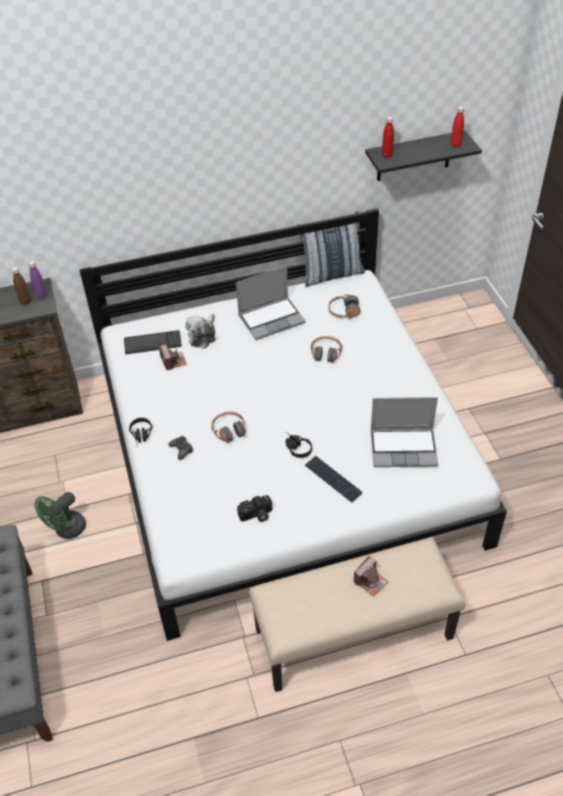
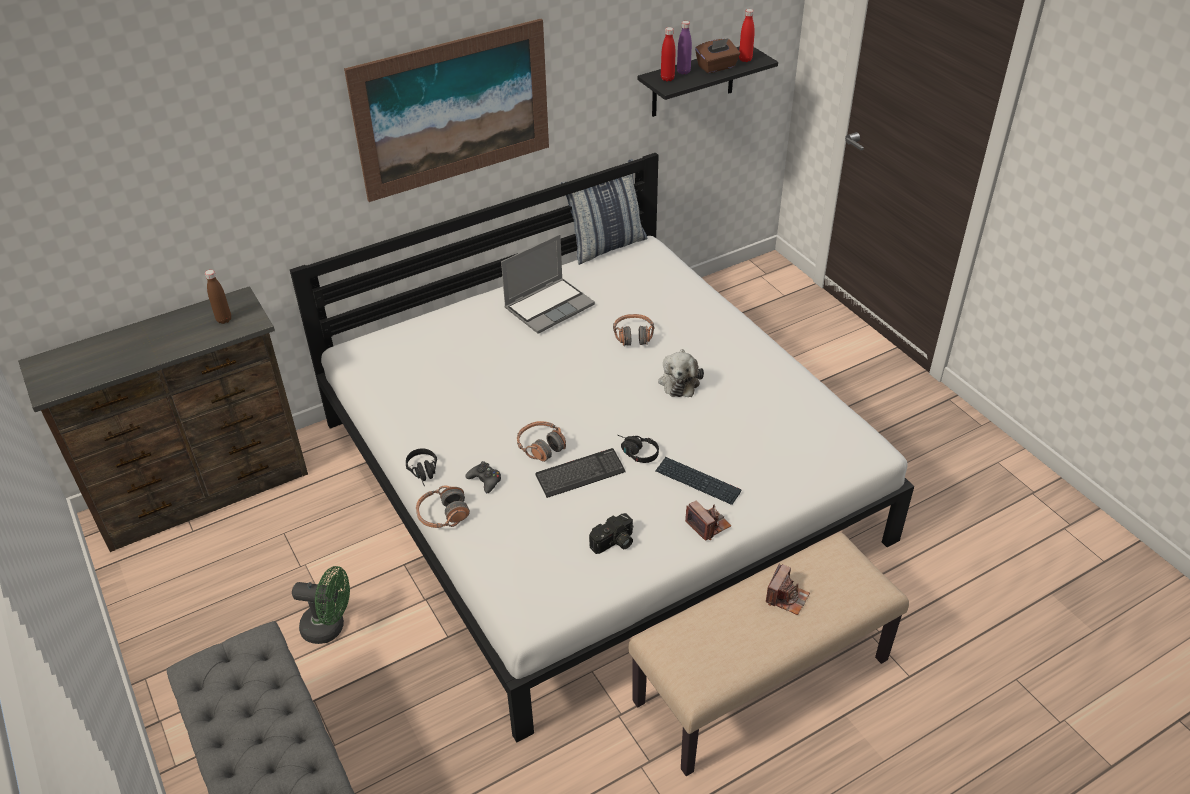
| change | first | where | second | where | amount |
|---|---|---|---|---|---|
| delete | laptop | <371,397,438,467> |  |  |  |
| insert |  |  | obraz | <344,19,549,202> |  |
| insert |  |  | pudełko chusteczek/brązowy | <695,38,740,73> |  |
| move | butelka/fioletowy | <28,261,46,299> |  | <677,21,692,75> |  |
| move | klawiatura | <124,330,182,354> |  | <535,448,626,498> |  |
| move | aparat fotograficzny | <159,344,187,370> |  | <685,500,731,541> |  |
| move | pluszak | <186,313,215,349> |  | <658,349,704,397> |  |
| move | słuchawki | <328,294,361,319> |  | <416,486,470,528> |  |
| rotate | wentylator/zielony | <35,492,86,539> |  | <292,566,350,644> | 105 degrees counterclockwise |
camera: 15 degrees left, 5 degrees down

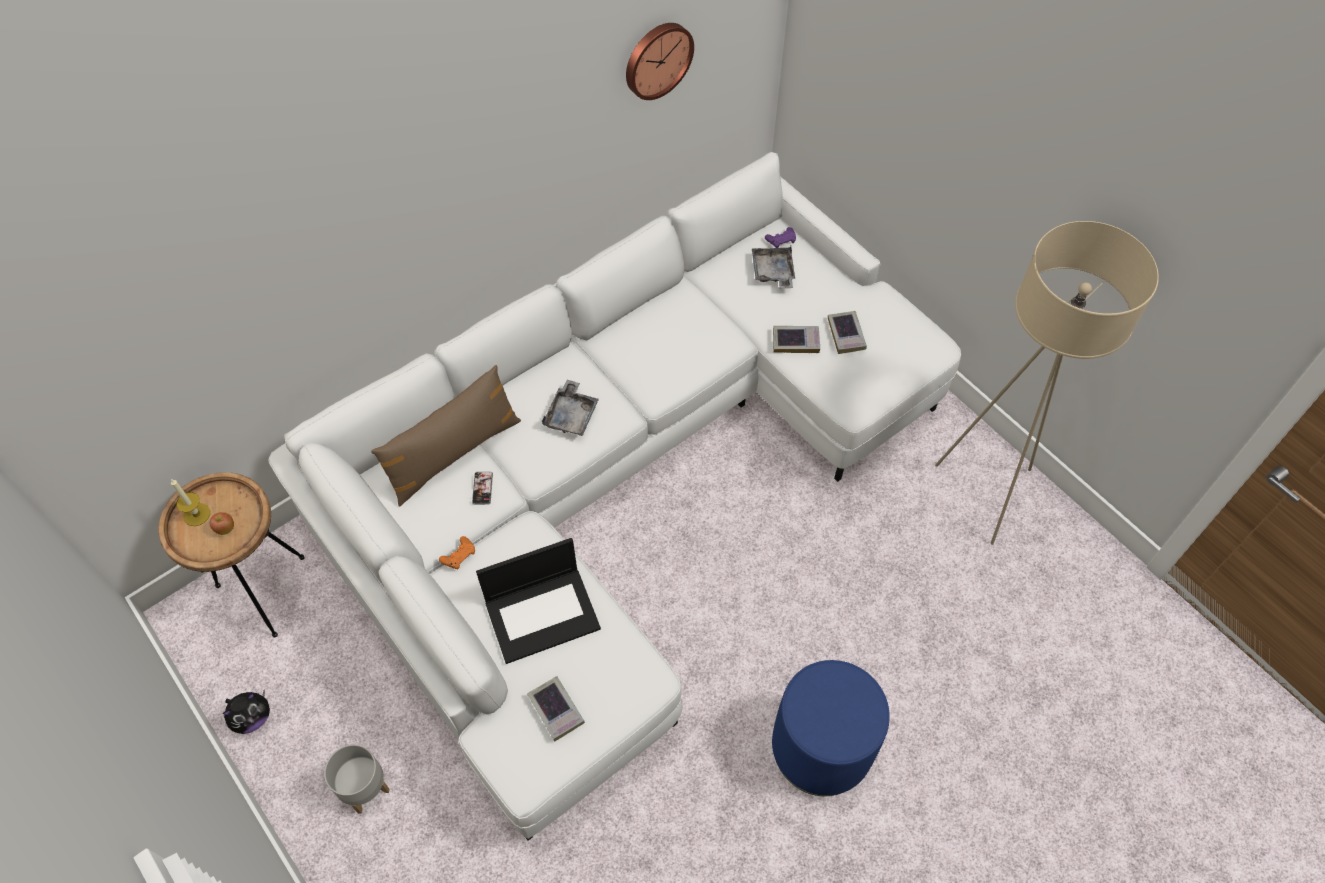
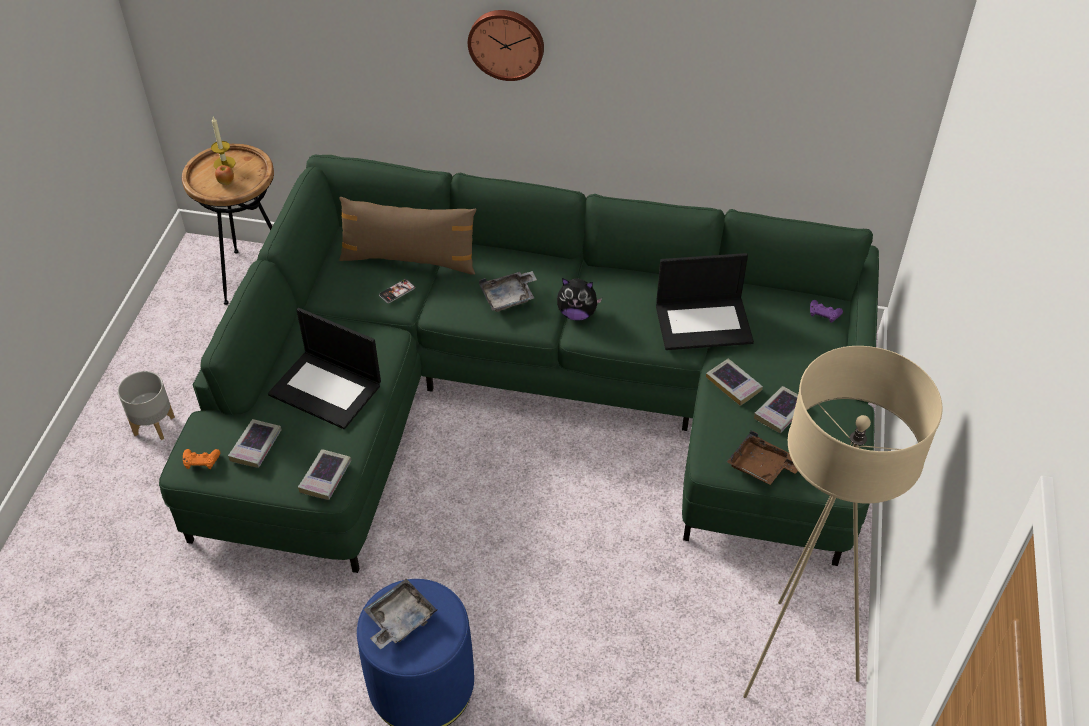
| change | first | where | second | where | amount |
|---|---|---|---|---|---|
| insert |  |  | książka | <298,449,352,500> |  |
| insert |  |  | laptop | <656,253,754,350> |  |
| insert |  |  | taca/brązowy | <727,430,798,485> |  |
| move | pluszak | <223,690,270,734> |  | <557,278,602,320> |  |
| move | pad do gier/pomarańczowy | <439,536,475,569> |  | <183,449,220,469> |  |
| move | zegar ścienny | <626,23,694,100> |  | <468,10,544,81> |  |
| move | taca/szary | <752,246,795,289> |  | <363,579,437,649> |  |
| recolor | kanapa/biały | <268,152,961,841> | kanapa/zielony | <159,155,879,573> |  |
camera: 50 degrees right, 10 degrees down

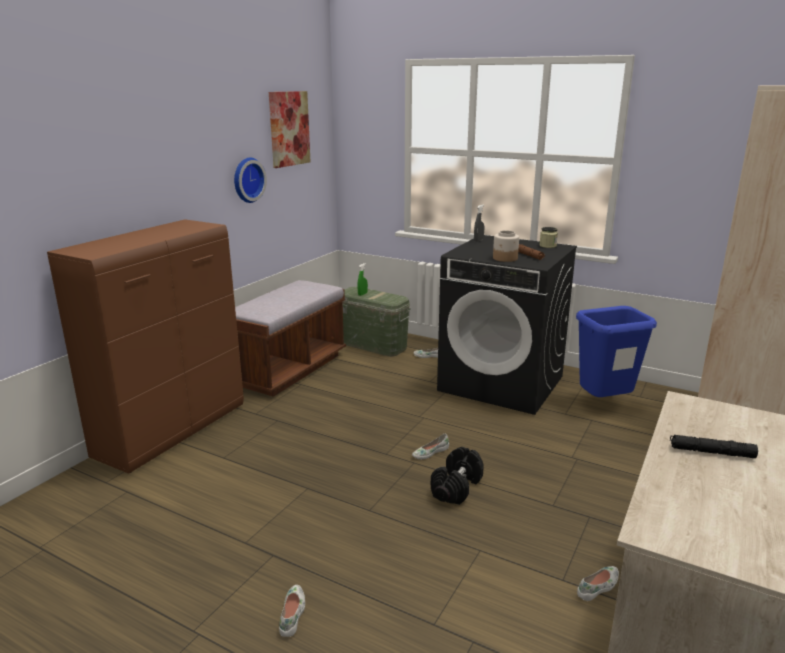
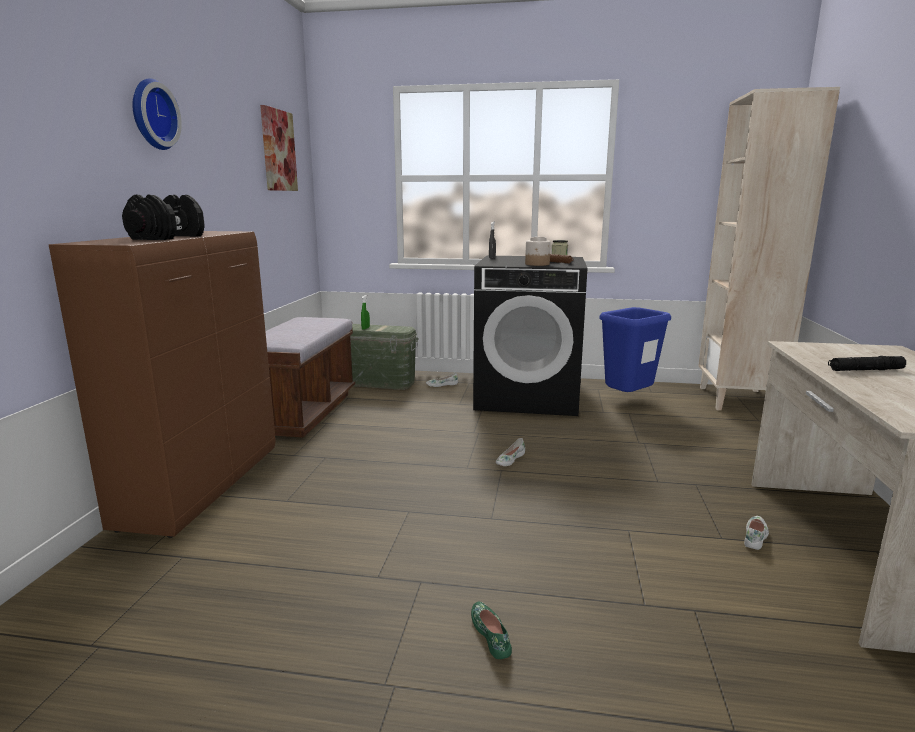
| change | first | where | second | where | amount |
|---|---|---|---|---|---|
| move | zegar ścienny | <234,158,267,203> |  | <132,78,182,150> |  |
| move | hantel/czarny | <431,447,484,505> |  | <122,195,205,240> |  |
| recolor | but/biały | <279,585,305,637> | but/zielony | <471,602,512,659> |  |
camera: 20 degrees left, 5 degrees down

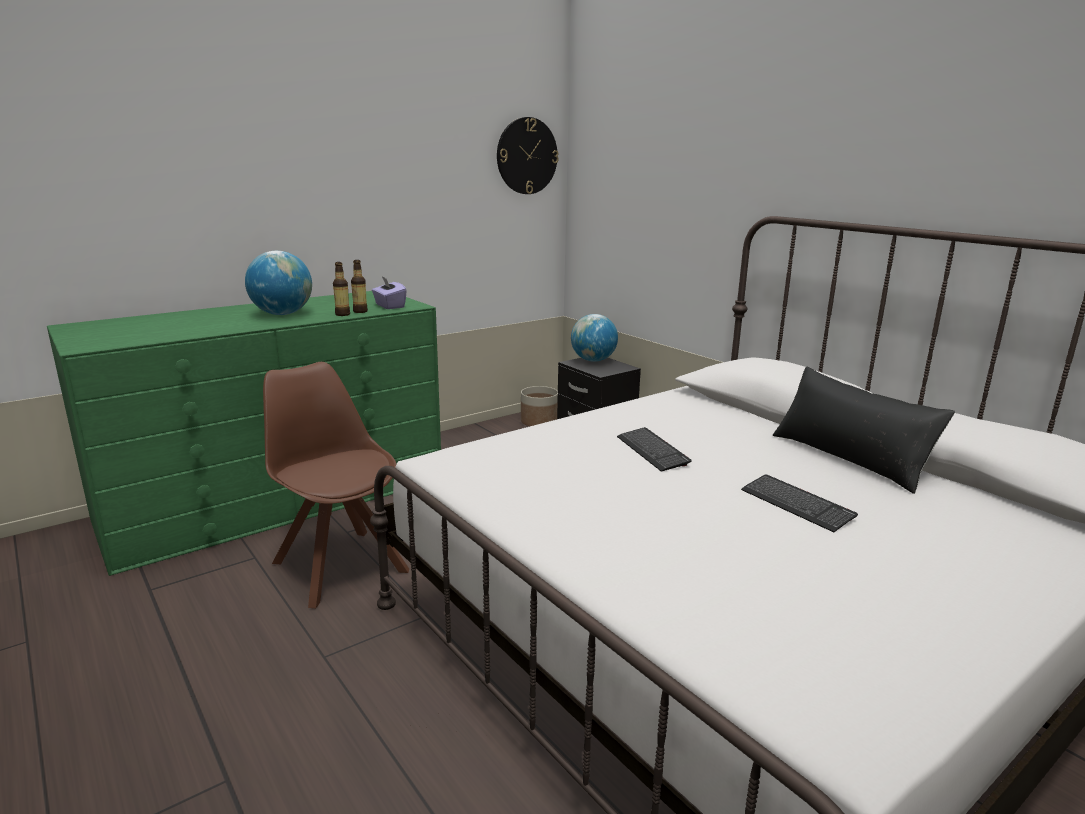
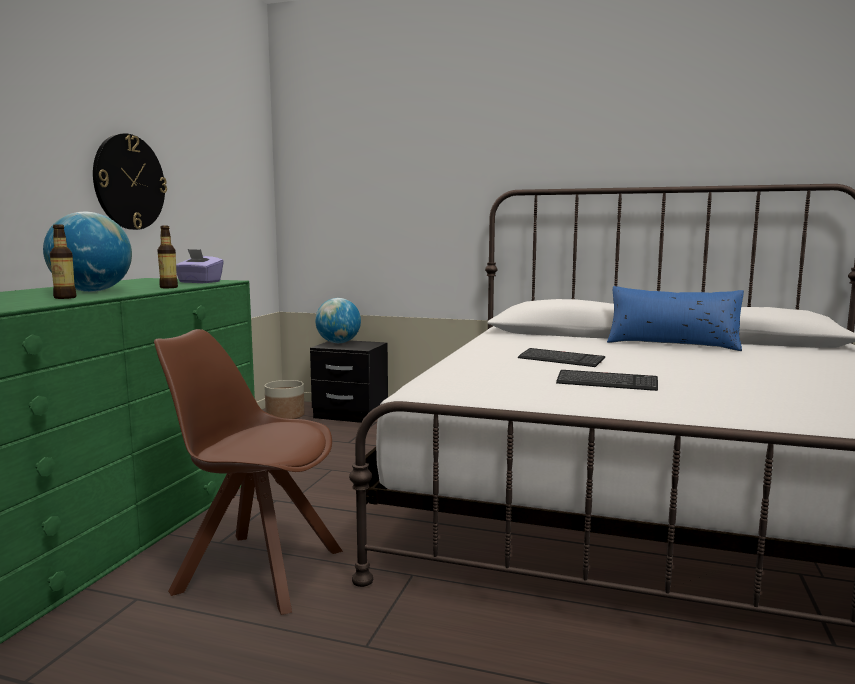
| change | first | where | second | where | amount |
|---|---|---|---|---|---|
| move | butelka | <351,260,368,313> |  | <50,224,77,299> |  |
| move | zegar ścienny | <497,117,559,194> |  | <93,133,167,230> |  |
| move | klawiatura | <741,474,858,532> |  | <556,370,658,391> |  |
| recolor | poduszka/czarny | <773,367,955,494> | poduszka/niebieski | <607,286,744,351> |  |
camera: 35 degrees left, 10 degrees down

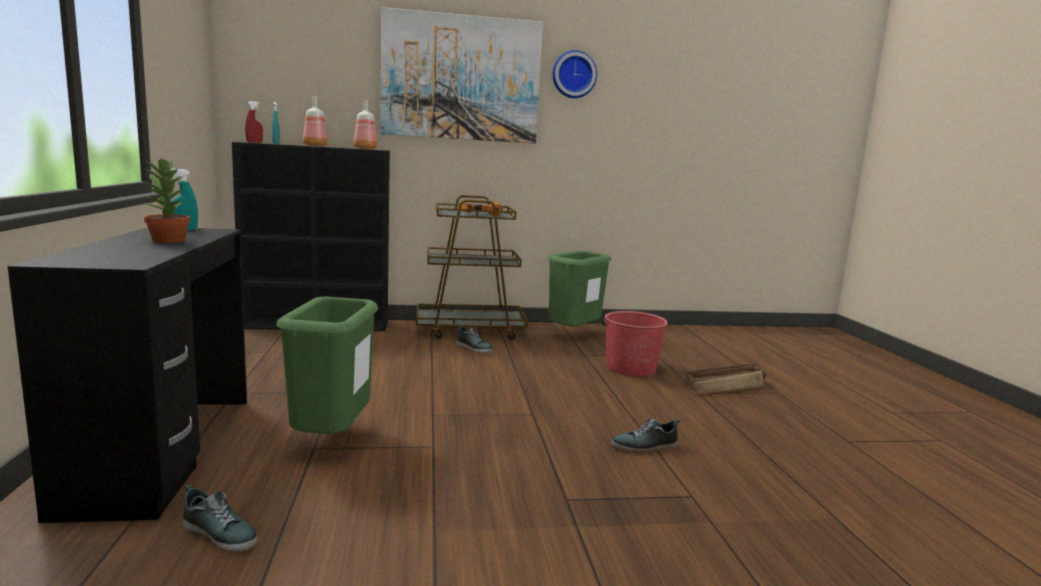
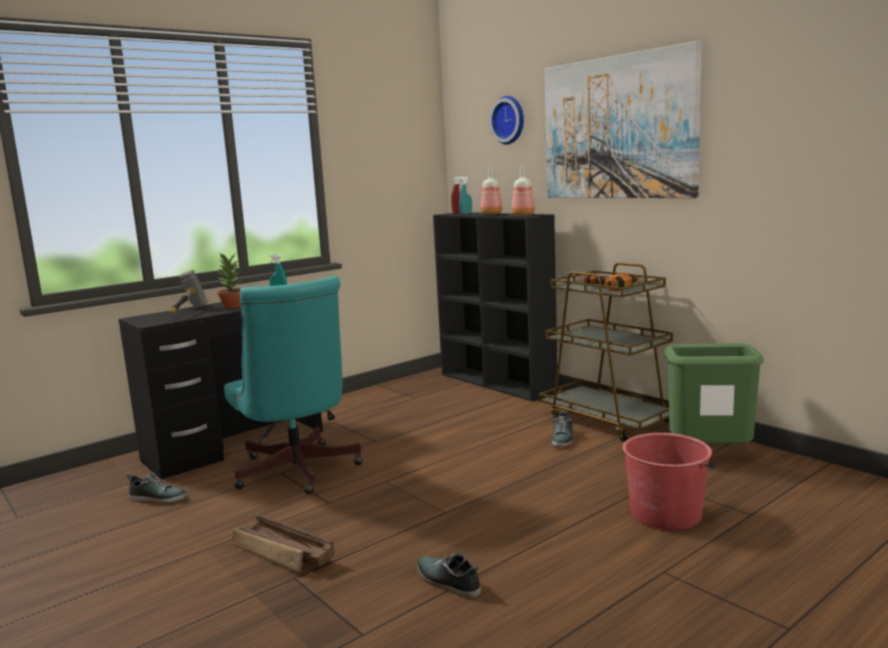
| change | first | where | second | where | amount |
|---|---|---|---|---|---|
| insert |  |  | młotek | <169,270,208,314> |  |
| move | zegar ścienny | <552,50,597,98> |  | <489,96,524,145> |  |
| move | skrzynka | <685,363,767,394> |  | <232,515,335,573> |  |
| replace | kosz na śmieci/zielony | <276,297,378,434> | krzesło biurowe/turkusowy | <224,276,363,494> |  |
| rotate | but | <183,484,258,552> |  | <127,473,187,503> | 75 degrees counterclockwise |
camera: 60 degrees right, 0 degrees up

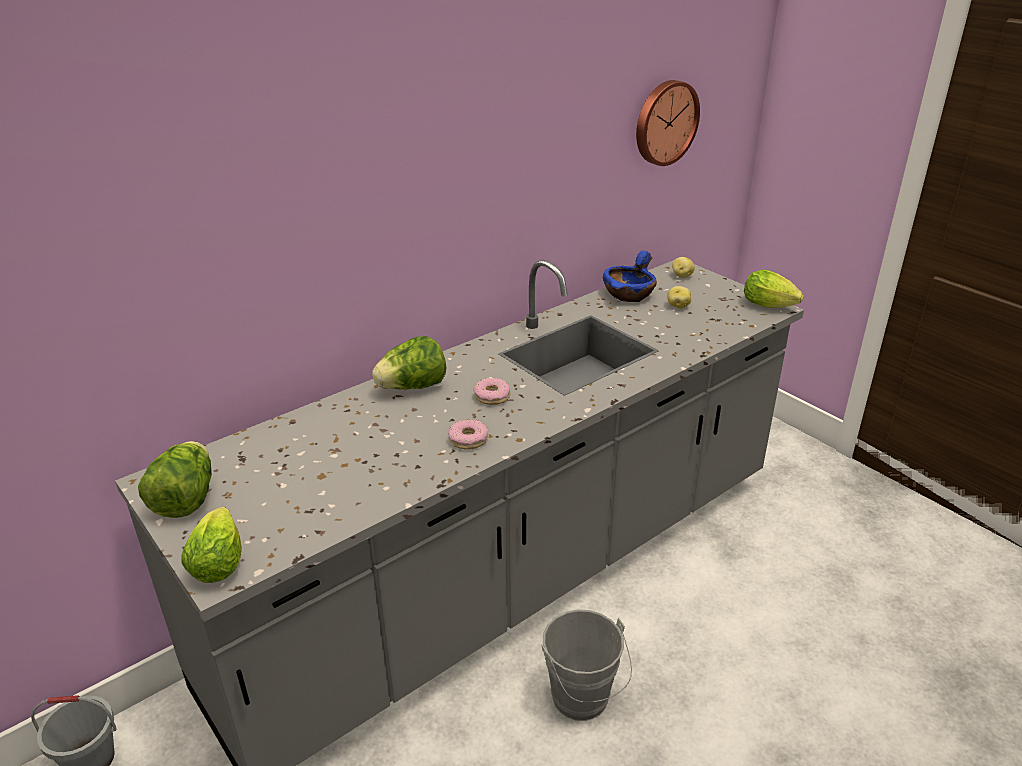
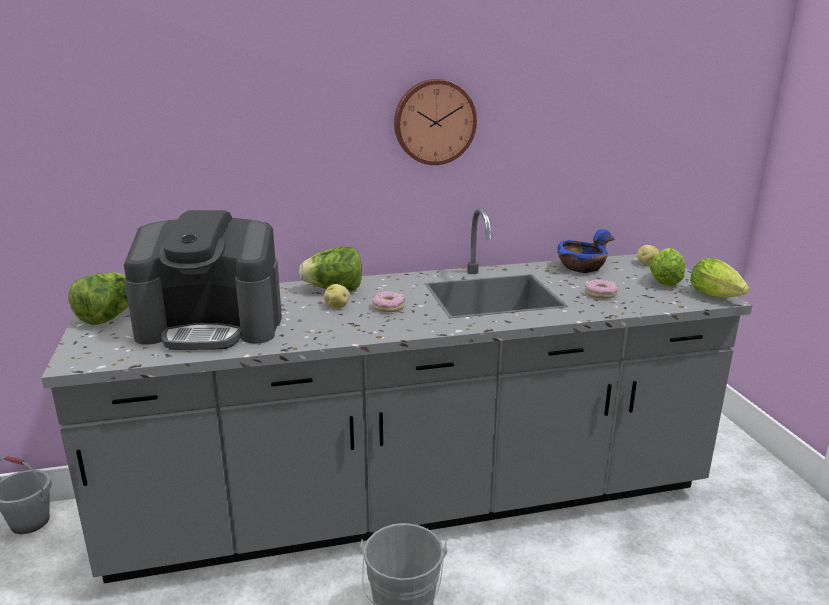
| change | first | where | second | where | amount |
|---|---|---|---|---|---|
| insert |  |  | ekspres do kawy | <124,210,282,350> |  |
| move | sałata | <181,507,242,583> |  | <650,248,685,285> |  |
| move | donut | <448,419,488,450> |  | <585,279,618,299> |  |
| move | zegar ścienny | <636,80,700,166> |  | <394,79,477,165> |  |
| move | ziemniak | <667,286,691,309> |  | <324,284,350,308> |  |
camera: 25 degrees right, 10 degrees down

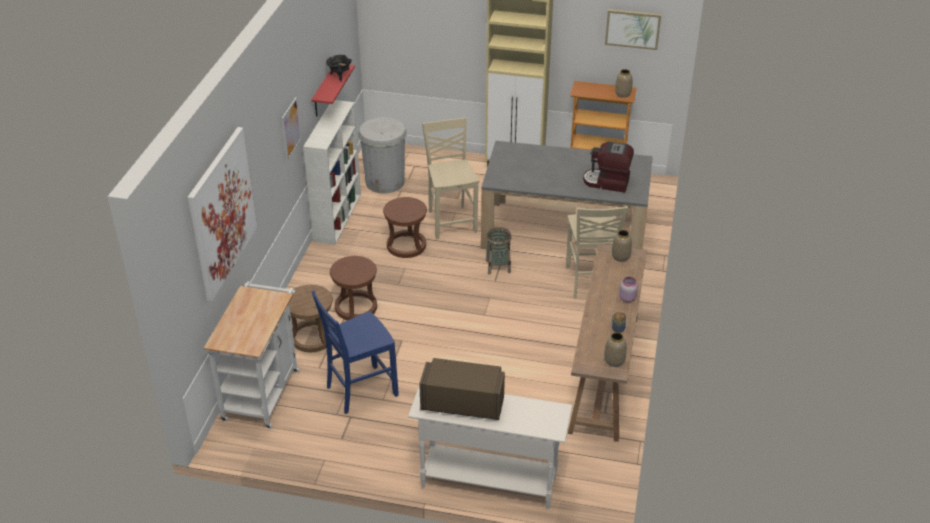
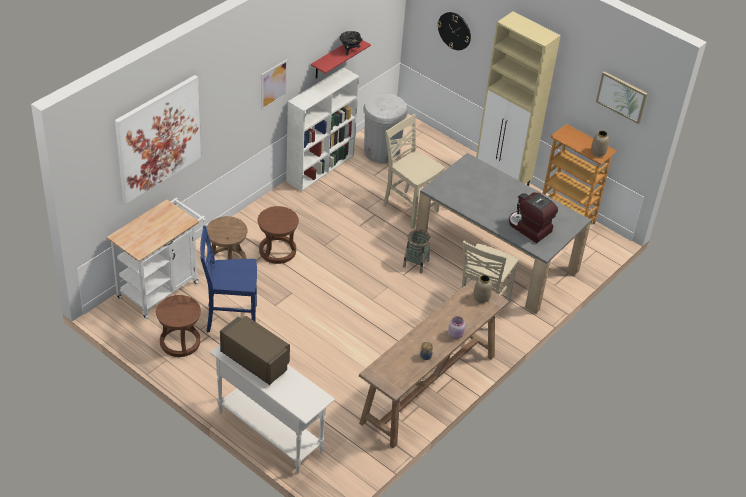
| change | first | where | second | where | amount |
|---|---|---|---|---|---|
| delete | wazon | <604,332,627,367> |  |  |  |
| insert |  |  | zegar ścienny | <437,12,471,50> |  |
| move | stołek/brązowy | <383,197,427,258> |  | <156,295,201,357> |  |
| rotate | krzesło/beżowy | <422,117,479,239> |  | <383,114,445,229> | 60 degrees counterclockwise |
camera: 25 degrees right, 5 degrees up

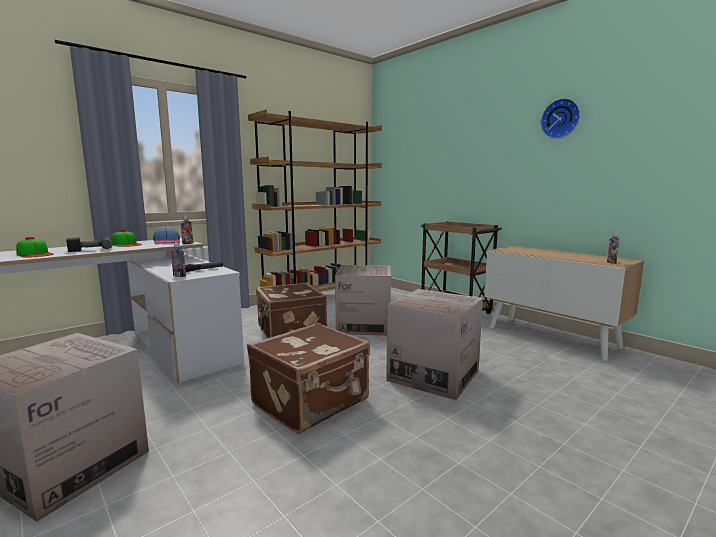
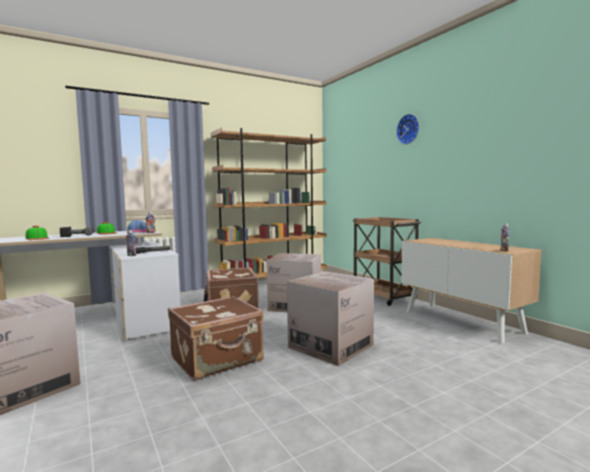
| change | first | where | second | where | amount |
|---|---|---|---|---|---|
| move | zegar ścienny | <540,98,580,139> |  | <396,114,419,145> |  |
camera: 10 degrees right, 5 degrees down

